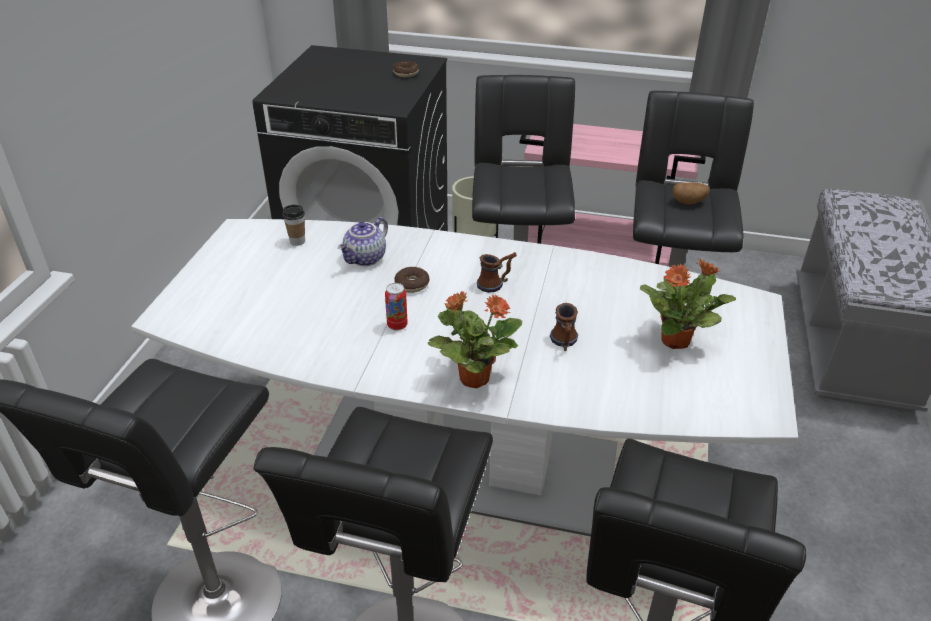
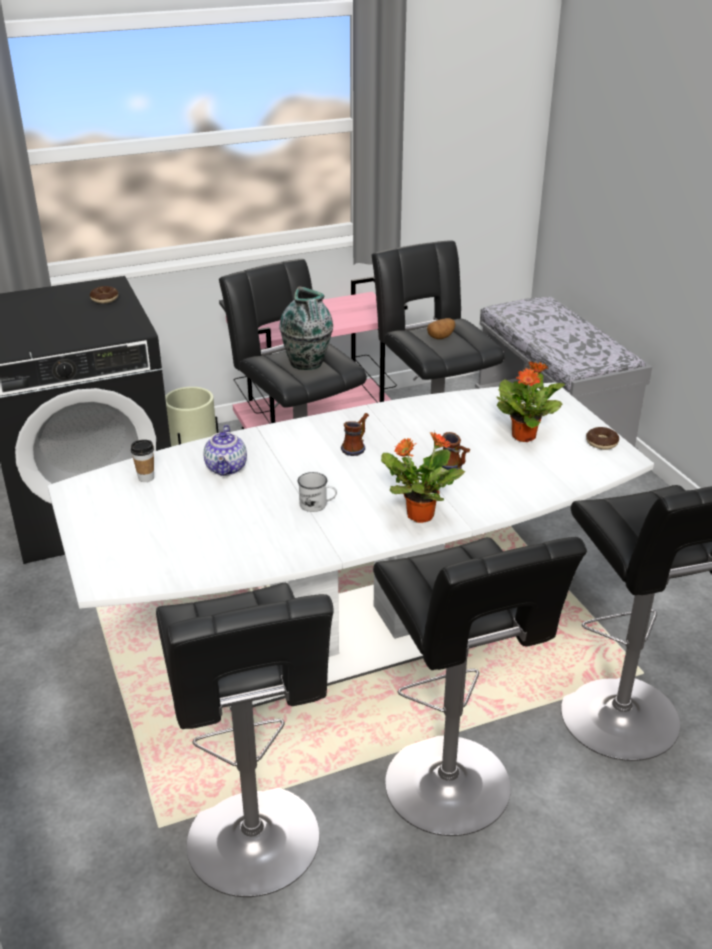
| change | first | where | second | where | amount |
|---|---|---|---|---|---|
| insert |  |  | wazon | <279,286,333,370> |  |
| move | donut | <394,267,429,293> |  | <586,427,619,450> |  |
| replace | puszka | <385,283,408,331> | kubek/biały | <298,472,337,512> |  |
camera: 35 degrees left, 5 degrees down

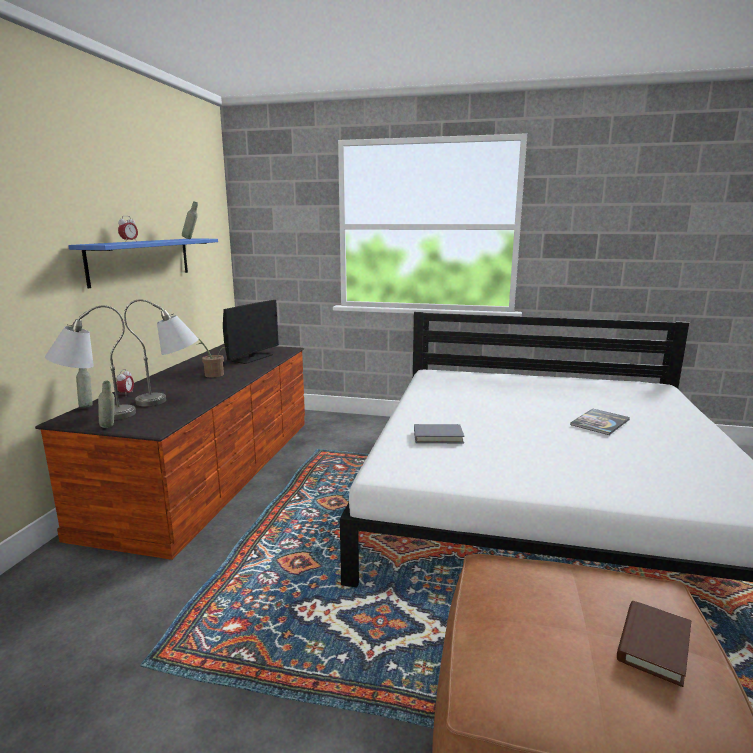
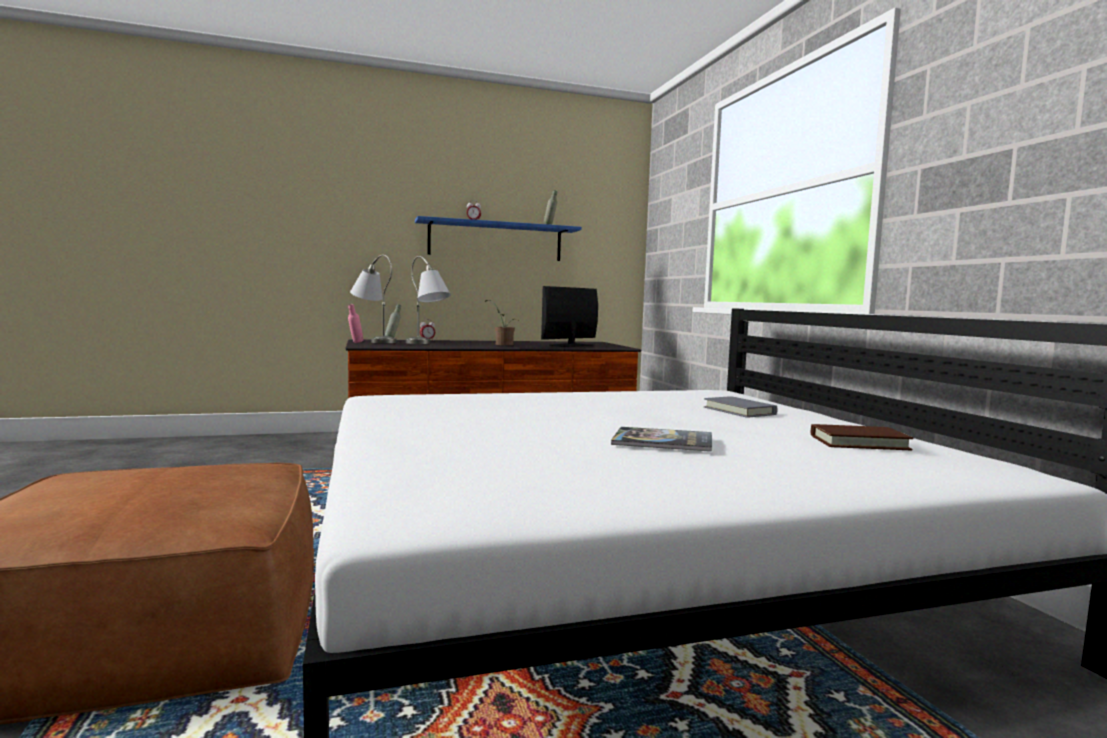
| change | first | where | second | where | amount |
|---|---|---|---|---|---|
| move | książka/szary | <414,424,465,443> |  | <704,396,778,418> |  |
| move | książka/brązowy | <617,601,691,687> |  | <811,424,913,450> |  |
| recolor | butelka/szary | <98,381,115,428> | butelka/różowy | <348,304,363,343> |  |
| rotate | monitor | <223,300,279,364> |  | <541,286,598,347> | 135 degrees clockwise |
camera: 60 degrees right, 10 degrees down

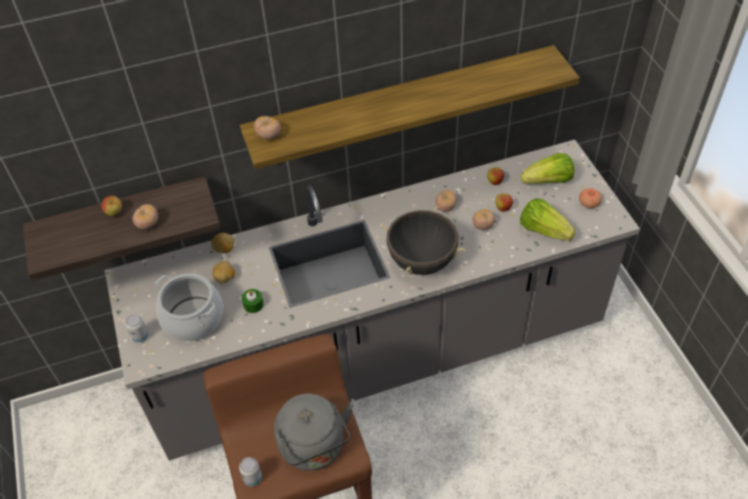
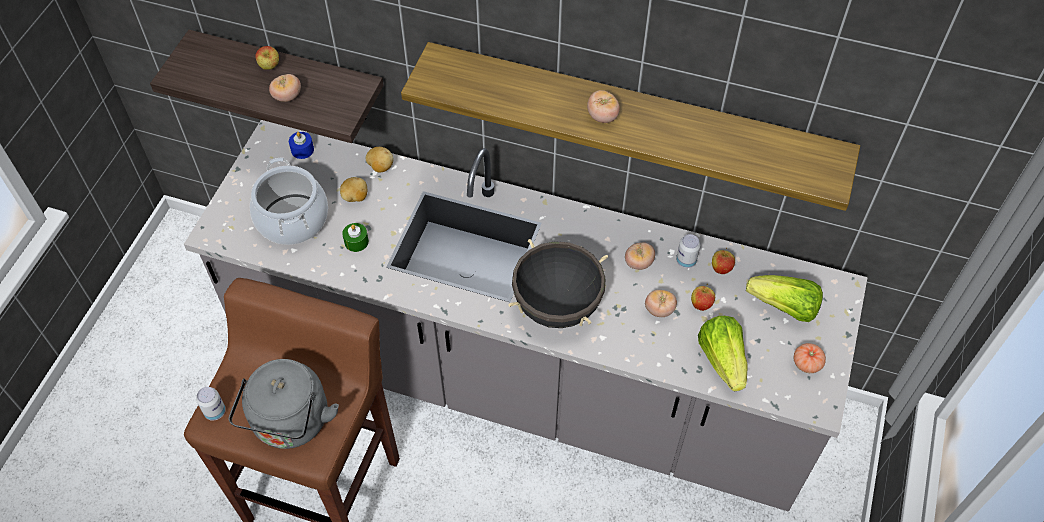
| change | first | where | second | where | amount |
|---|---|---|---|---|---|
| insert |  |  | świeca/niebieski | <289,132,314,159> |  |
| move | puszka | <125,314,149,343> |  | <676,234,700,268> |  |
| move | pomidor | <254,116,281,140> |  | <587,90,620,123> |  |
camera: 35 degrees right, 5 degrees up

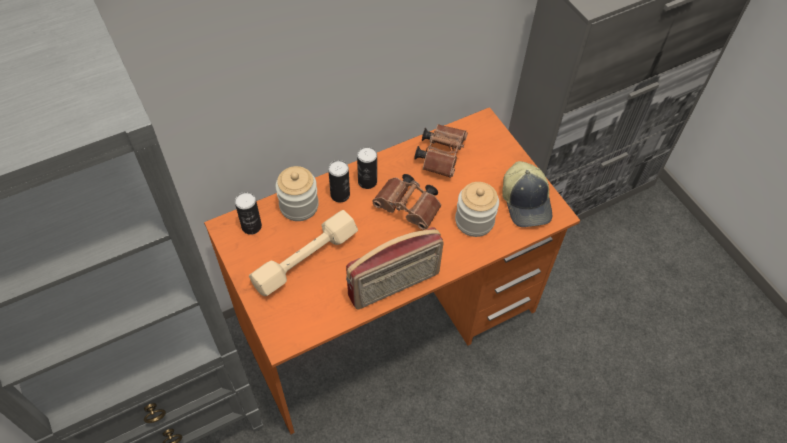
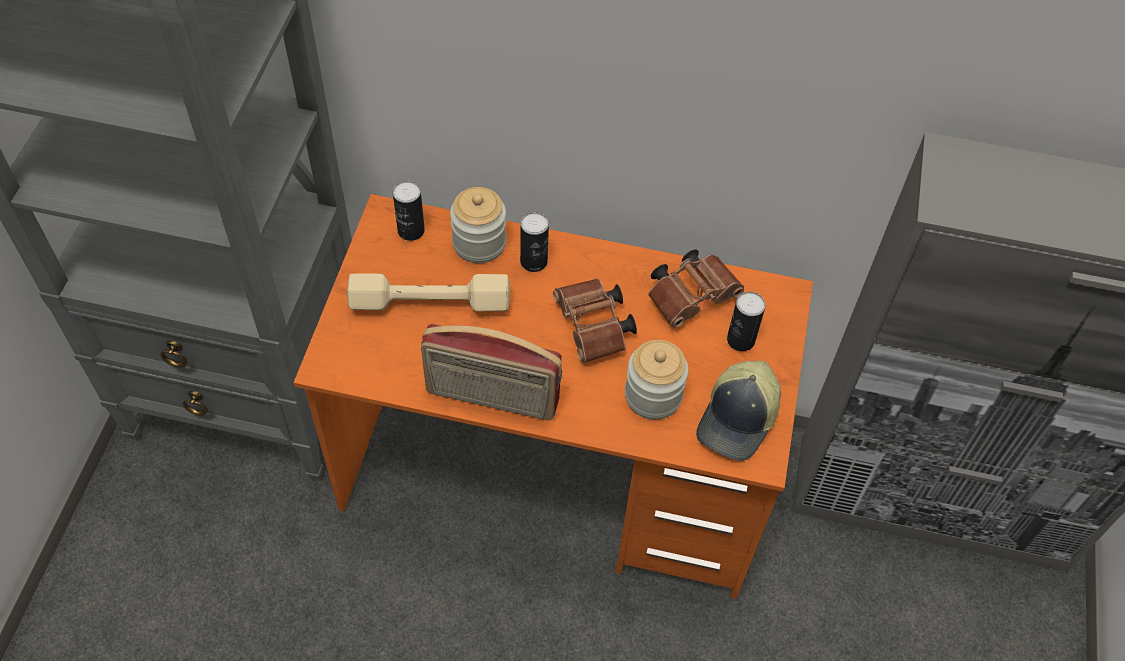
| change | first | where | second | where | amount |
|---|---|---|---|---|---|
| move | puszka | <357,147,377,189> |  | <727,292,766,351> |  |
camera: 40 degrees right, 0 degrees up

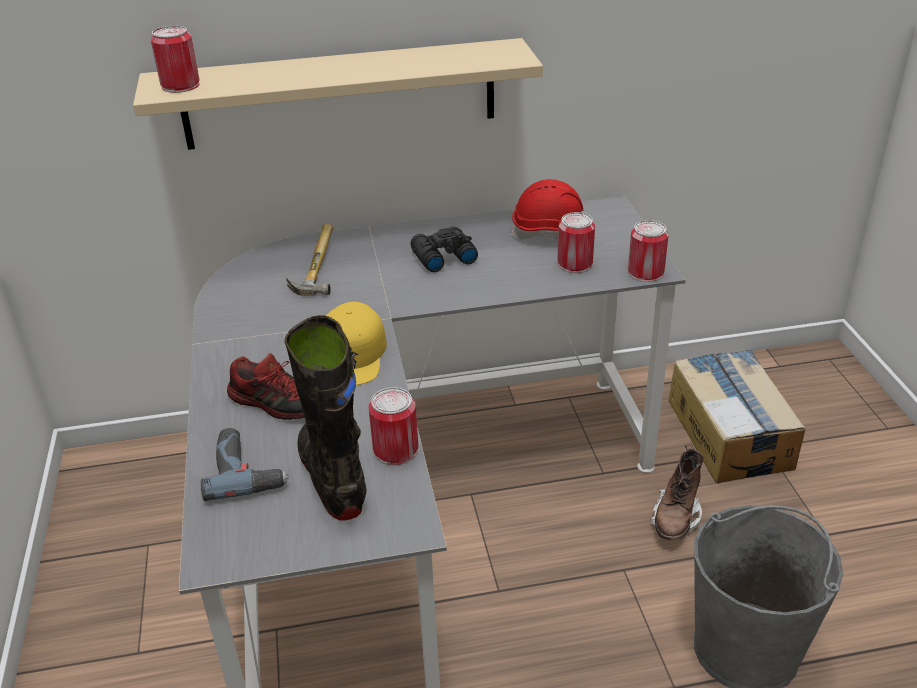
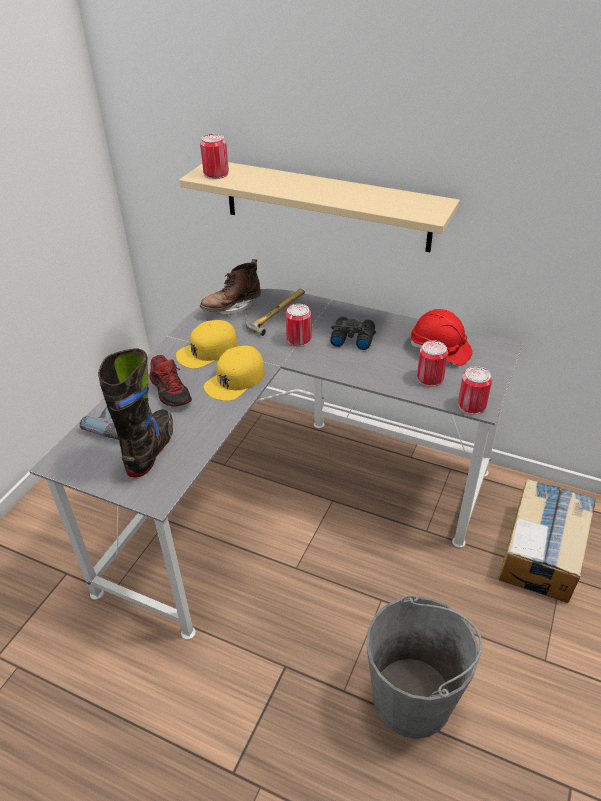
| change | first | where | second | where | amount |
|---|---|---|---|---|---|
| insert |  |  | czapka z daszkiem/żółty | <176,320,238,369> |  |
| move | puszka | <369,387,418,465> |  | <286,304,312,347> |  |
| move | but z cholewką/brązowy | <650,444,704,541> |  | <200,259,261,315> |  |
camera: 35 degrees right, 5 degrees up

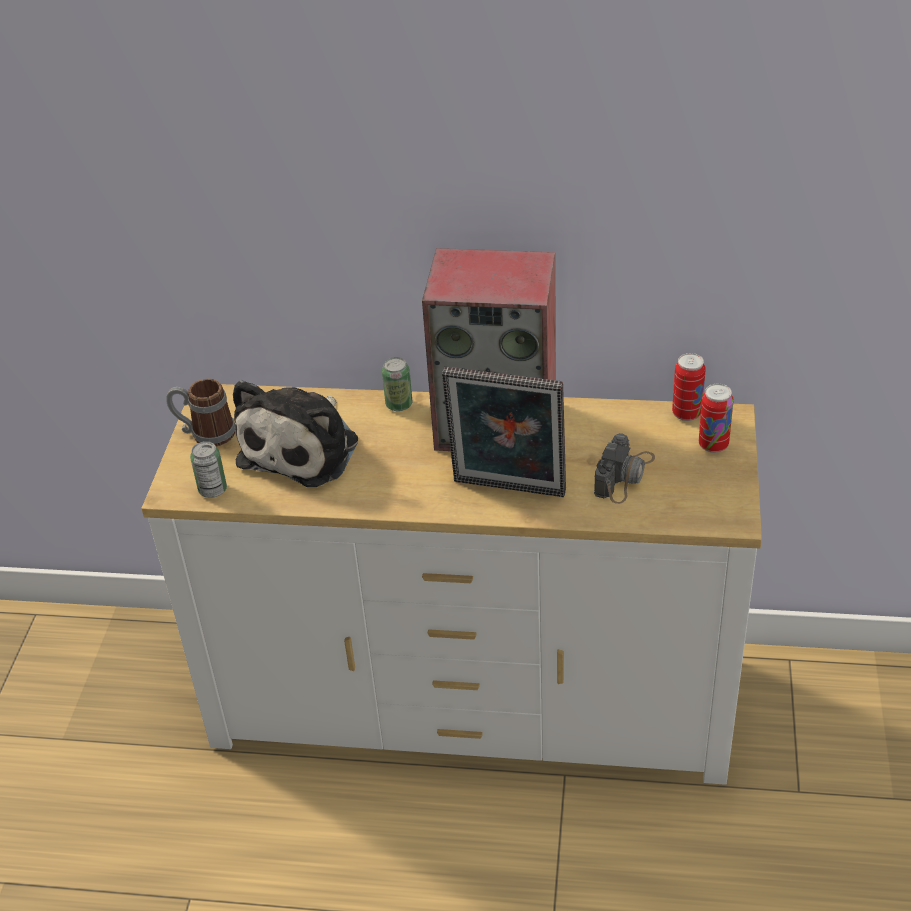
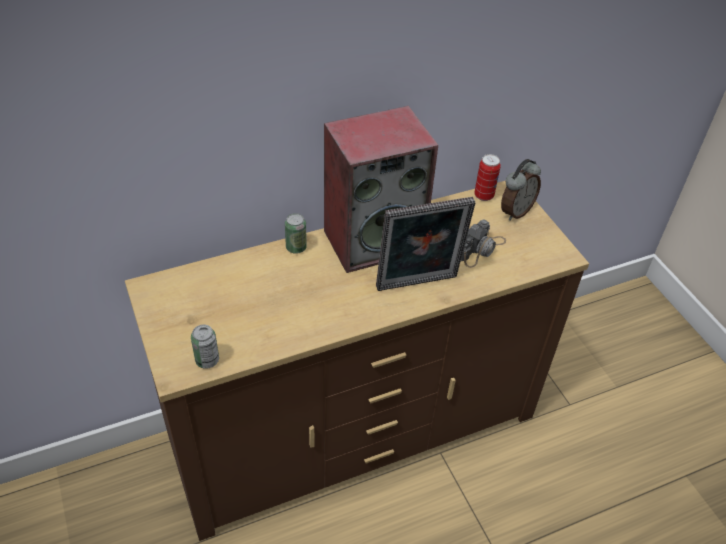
| change | first | where | second | where | amount |
|---|---|---|---|---|---|
| delete | kubek | <166,379,235,446> |  |  |  |
| delete | pluszak | <233,380,358,487> |  |  |  |
| replace | puszka | <699,384,734,453> | budzik | <501,159,541,221> |  |
| recolor | komoda/biały | <141,384,762,785> | komoda/brązowy | <125,181,589,541> |  |
| rotate | aparat fotograficzny | <594,433,655,504> |  | <461,220,506,268> | 45 degrees clockwise |
camera: 35 degrees left, 5 degrees up

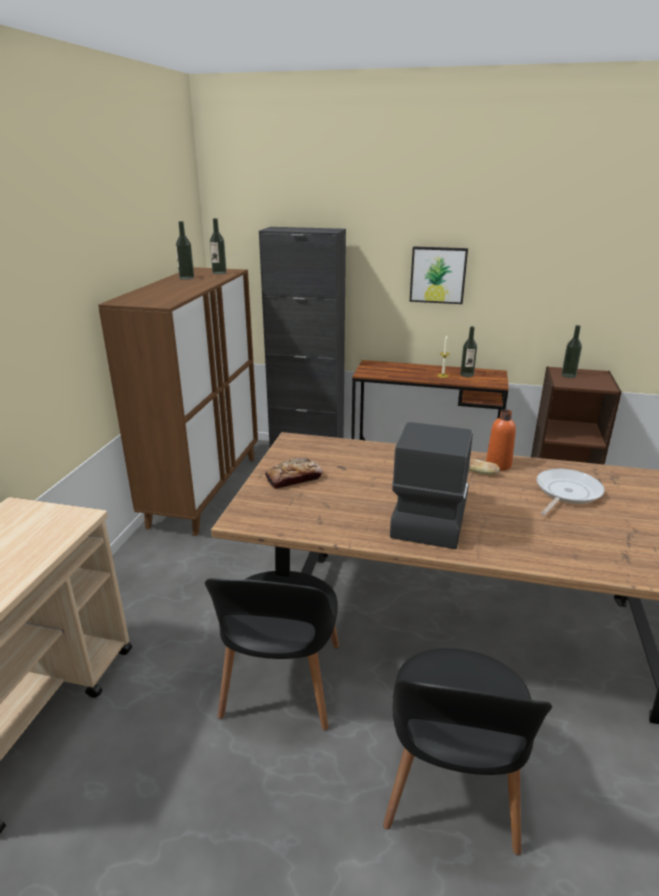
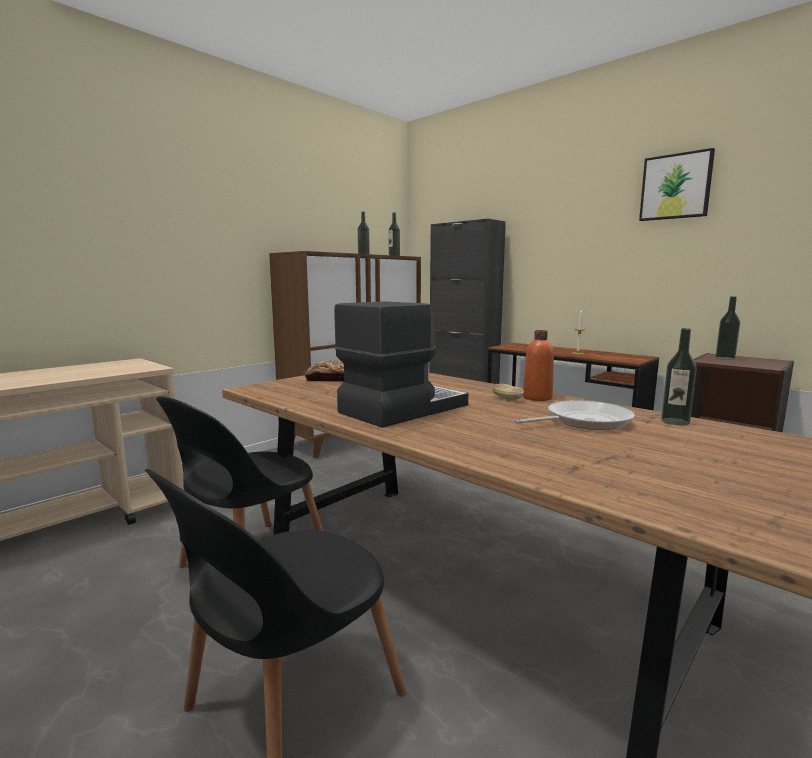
| change | first | where | second | where | amount |
|---|---|---|---|---|---|
| move | obraz | <409,246,468,304> |  | <639,148,715,221> |  |
| move | butelka | <460,326,477,377> |  | <661,328,697,425> |  |
camera: 30 degrees right, 15 degrees down

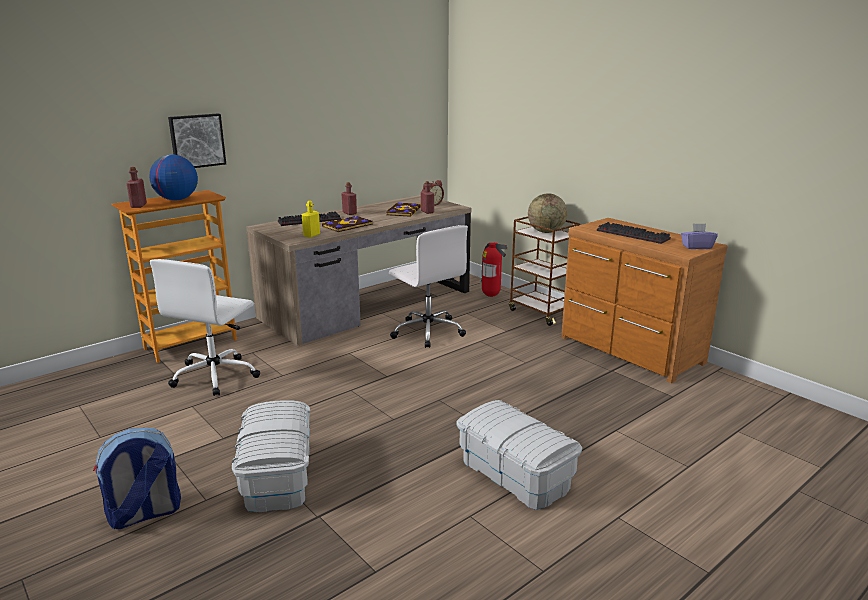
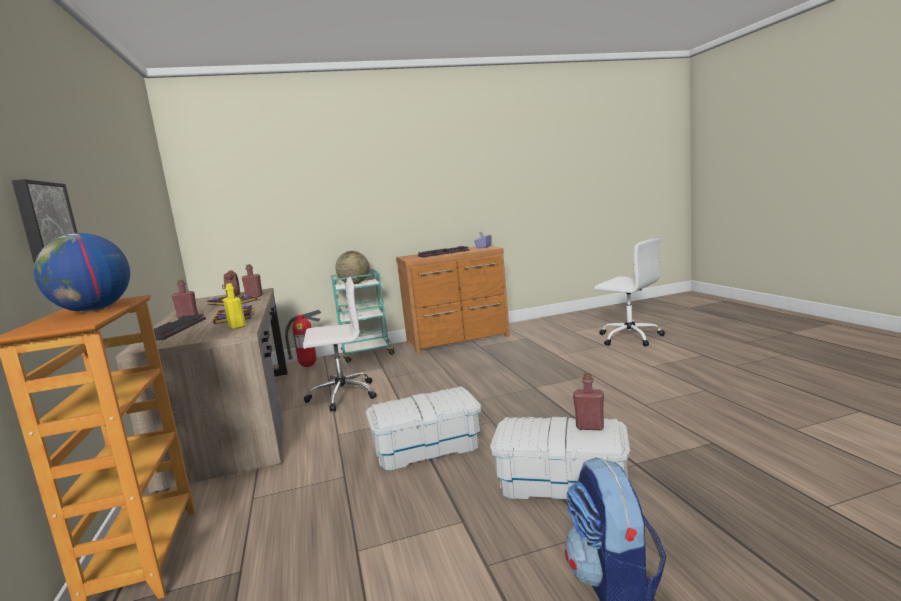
| change | first | where | second | where | amount |
|---|---|---|---|---|---|
| move | butelka/czerwony | <126,167,147,208> |  | <573,373,604,430> |  |
| move | krzesło biurowe/biały | <150,259,261,396> |  | <594,238,665,347> |  |
| move | pojemnik do przechowywania/biały | <456,400,582,510> |  | <366,386,481,470> |  |
| recolor | wózek/brązowy | <509,217,580,326> | wózek/turkusowy | <331,269,397,363> |  |
camera: 65 degrees left, 10 degrees down

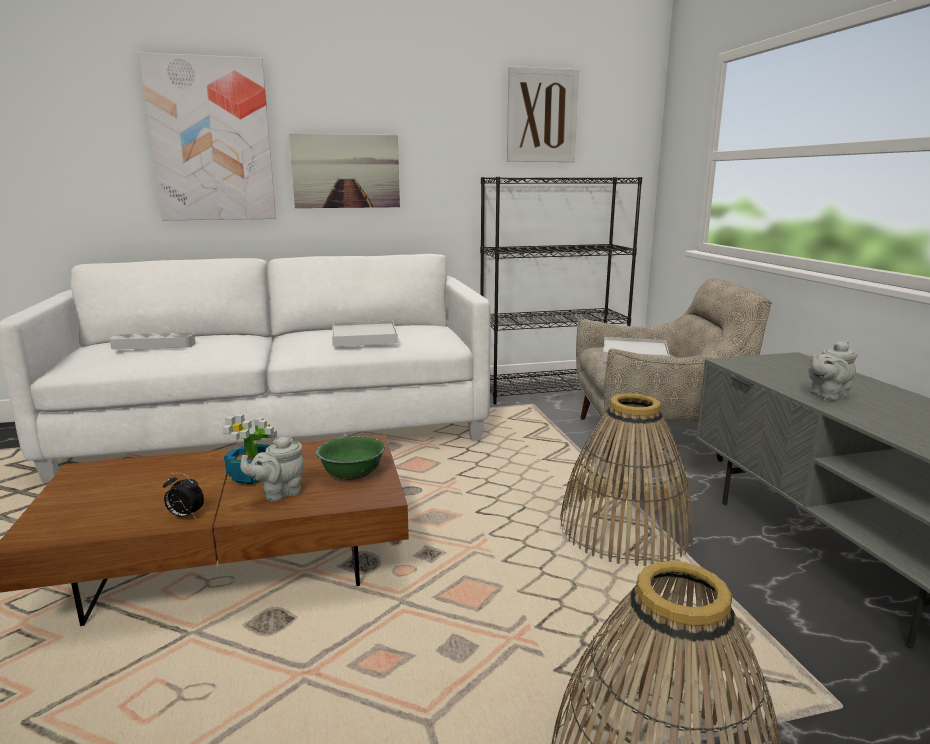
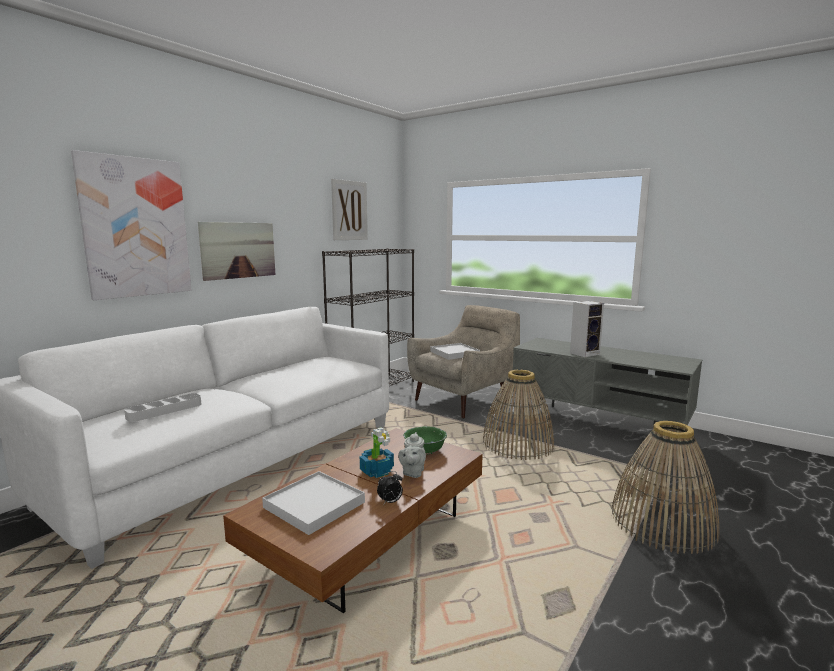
| change | first | where | second | where | amount |
|---|---|---|---|---|---|
| move | taca/biały | <332,320,398,346> |  | <262,471,365,535> |  |
| replace | imbryk/szary | <808,341,858,401> | głośnik | <570,301,604,357> |  |
camera: 40 degrees left, 5 degrees down

